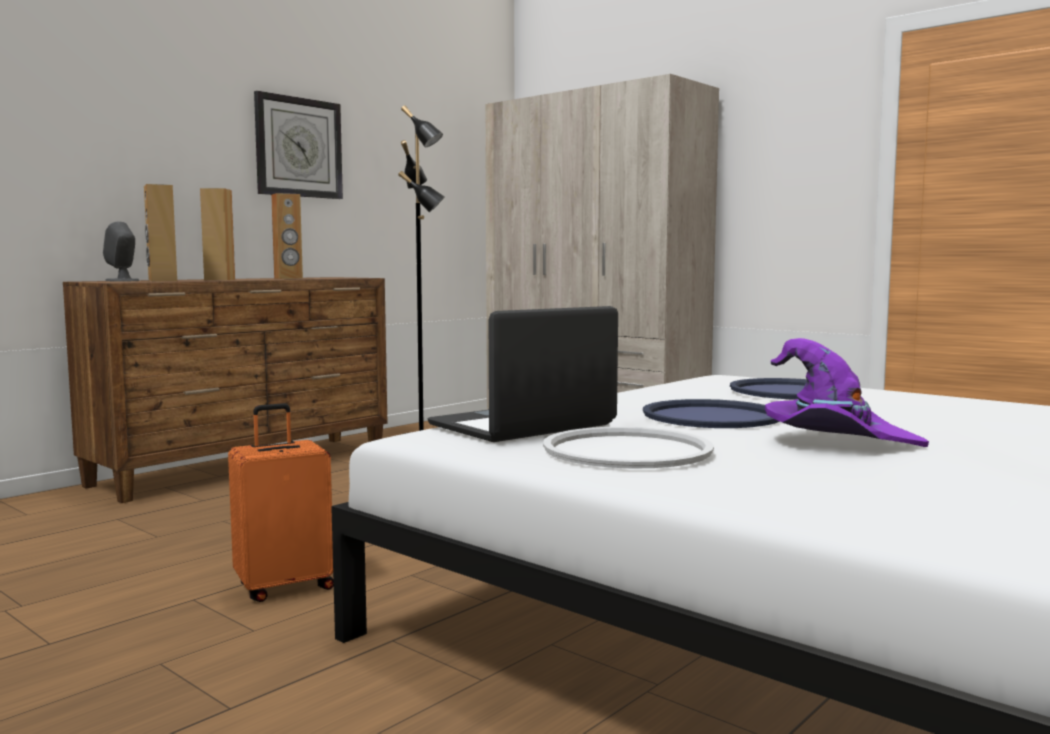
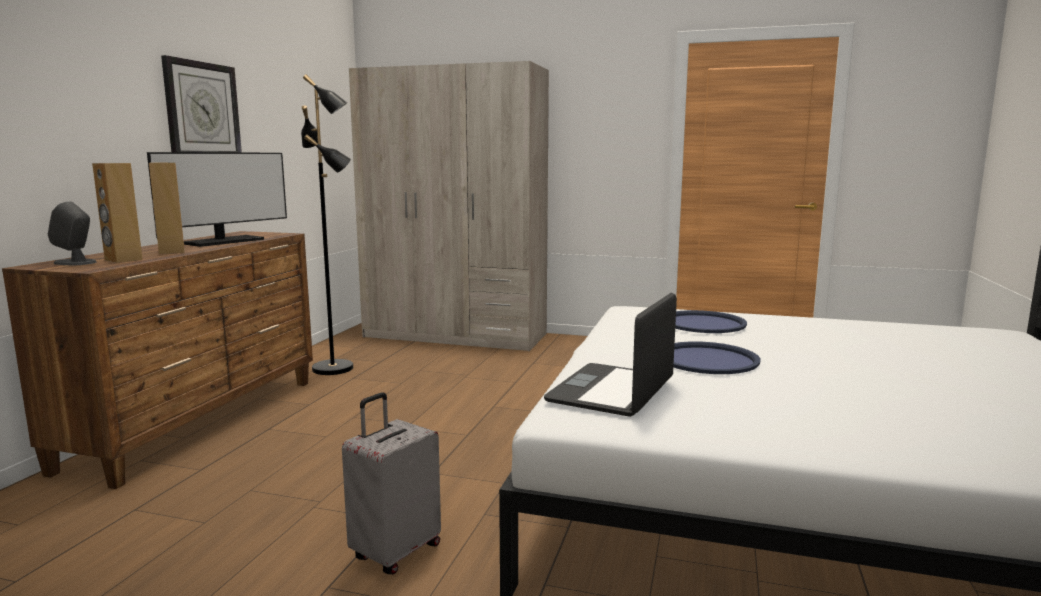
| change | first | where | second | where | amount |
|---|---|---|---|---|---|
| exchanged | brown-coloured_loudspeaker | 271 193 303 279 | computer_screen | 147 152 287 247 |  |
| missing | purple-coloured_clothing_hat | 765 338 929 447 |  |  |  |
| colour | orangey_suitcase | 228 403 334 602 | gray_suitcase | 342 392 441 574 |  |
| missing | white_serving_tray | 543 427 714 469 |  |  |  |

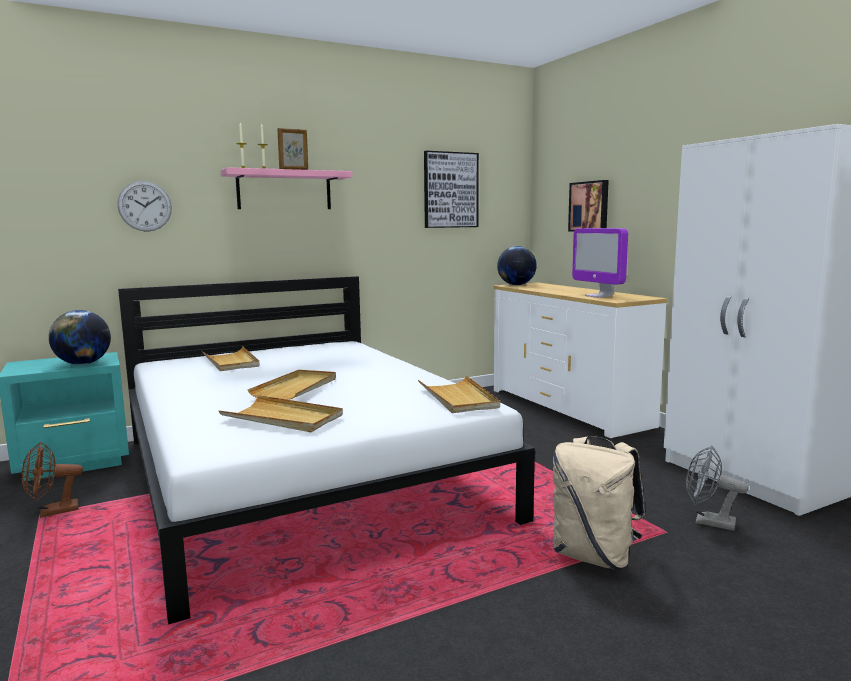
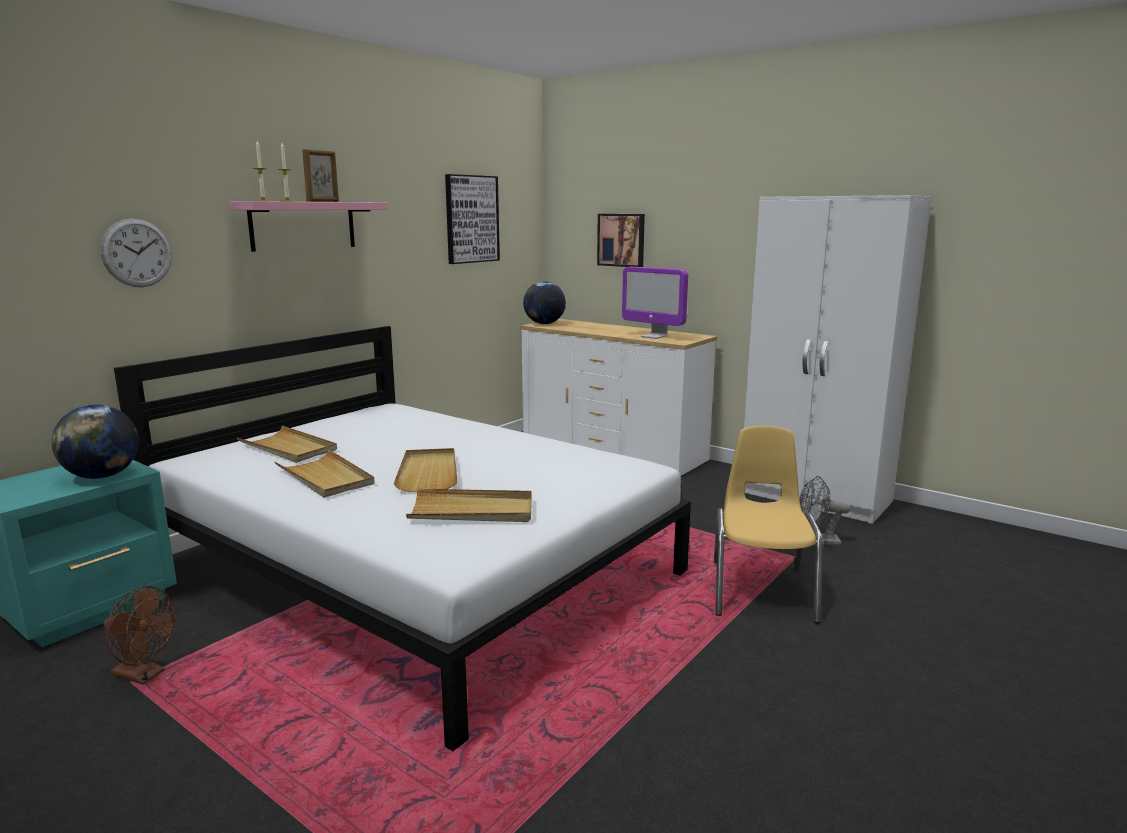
| change | first | where | second | where | amount |
|---|---|---|---|---|---|
| relocated | beige_serving_tray | 418 376 500 413 |  | 275 449 375 498 |  |
| exchanged | beige_rucksack | 553 436 645 570 | yellow_upright_chair | 714 426 823 623 |  |
| spun | brown-coloured_electric_fan | 22 442 83 518 |  | 104 586 176 685 | 105 degrees counterclockwise |

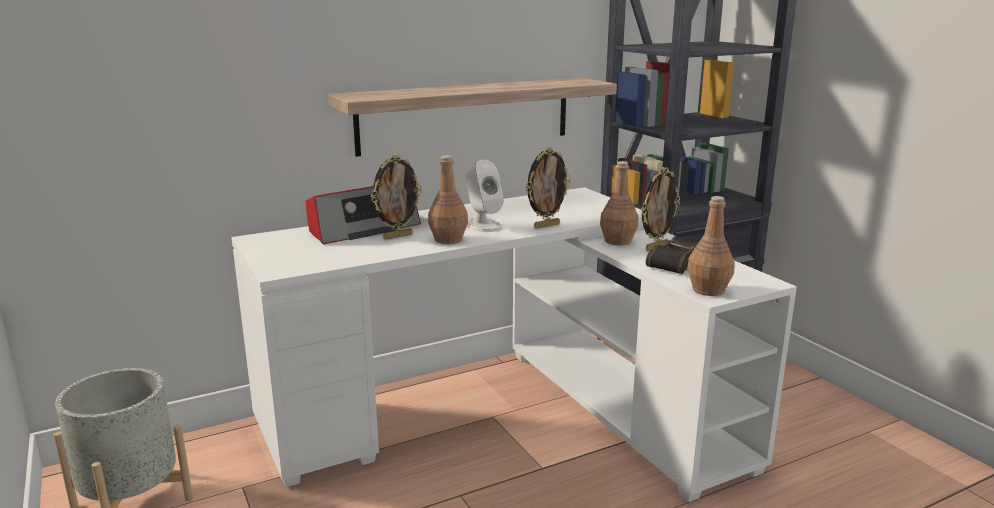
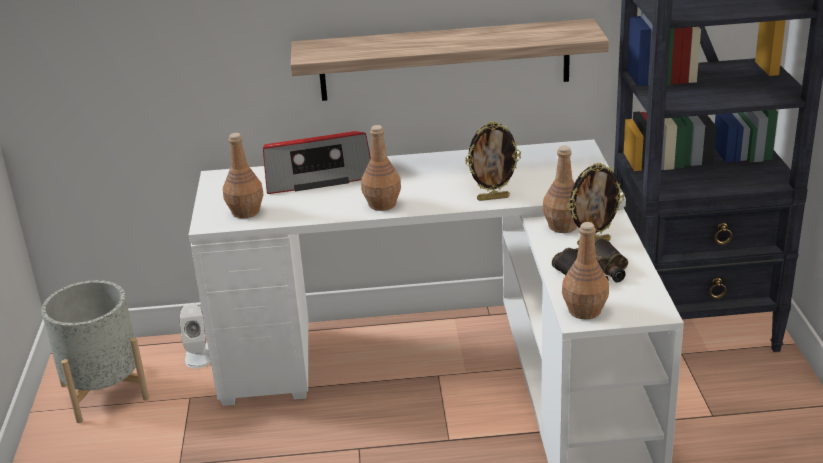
| change | first | where | second | where | amount |
|---|---|---|---|---|---|
| missing | photo_frame | 371 155 422 240 |  |  |  |
| relocated | white_loudspeaker | 466 160 504 232 |  | 179 303 211 368 |  |
| appeared |  |  | brown-coloured_beverage_bottle | 223 133 263 218 |  |

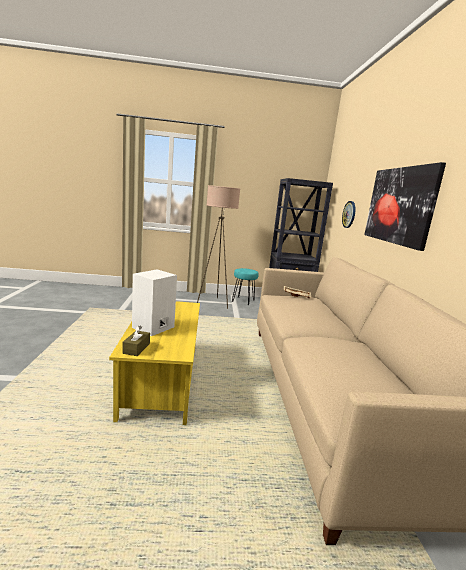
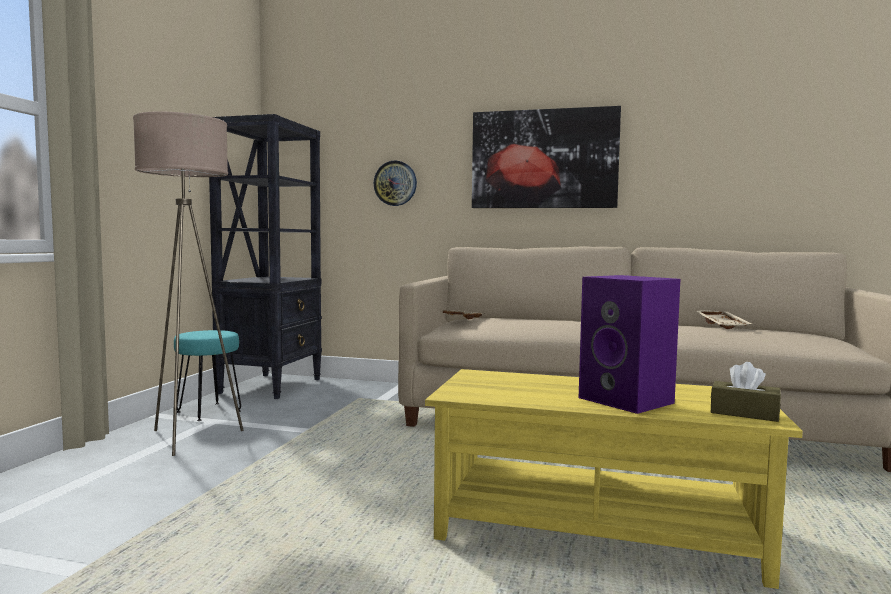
| change | first | where | second | where | amount |
|---|---|---|---|---|---|
| colour | white_loudspeaker | 132 270 177 336 | purple-coloured_loudspeaker | 579 275 680 414 |  |
| appeared |  |  | beige_serving_tray | 696 310 752 329 |  |

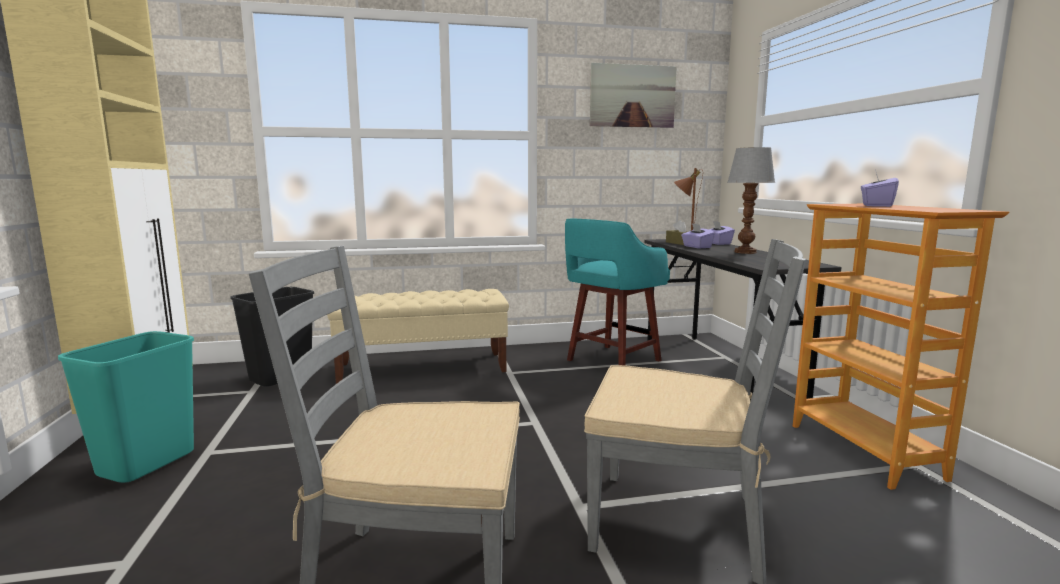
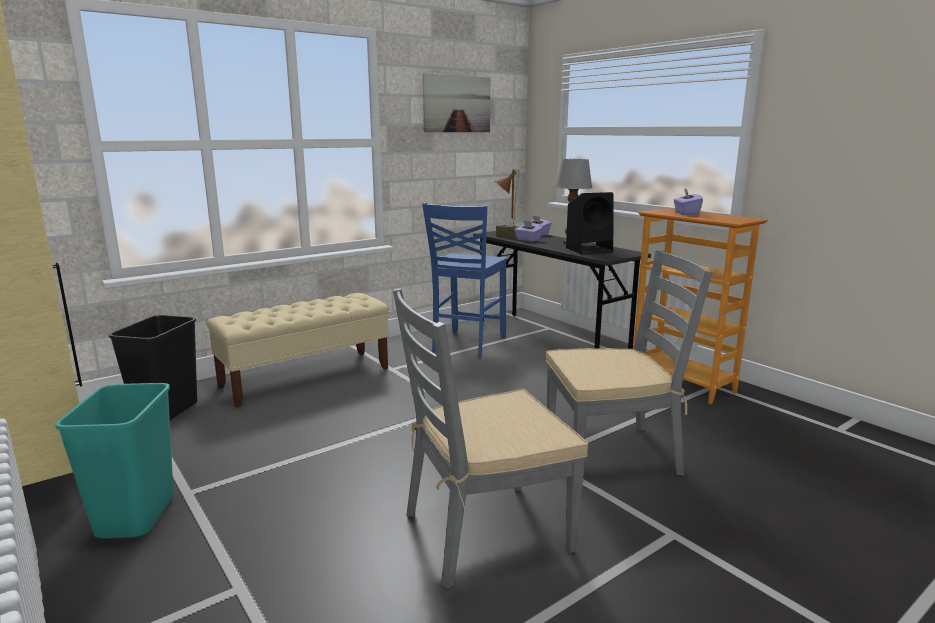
| change | first | where | second | where | amount |
|---|---|---|---|---|---|
| exchanged | turquoise_stool | 565 219 670 365 | bluish_upright_chair | 422 203 507 358 |  |
| appeared |  |  | black_loudspeaker | 566 192 614 254 |  |

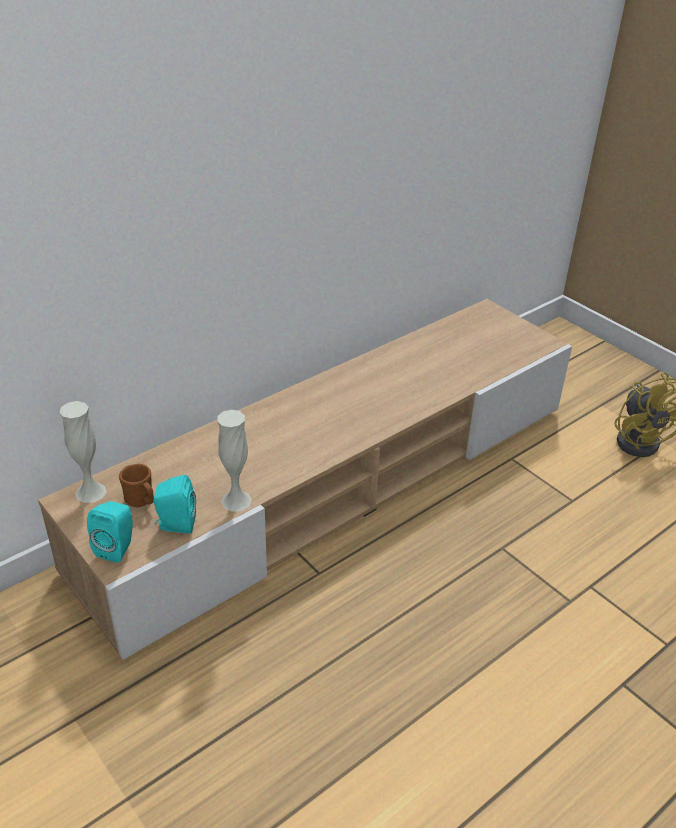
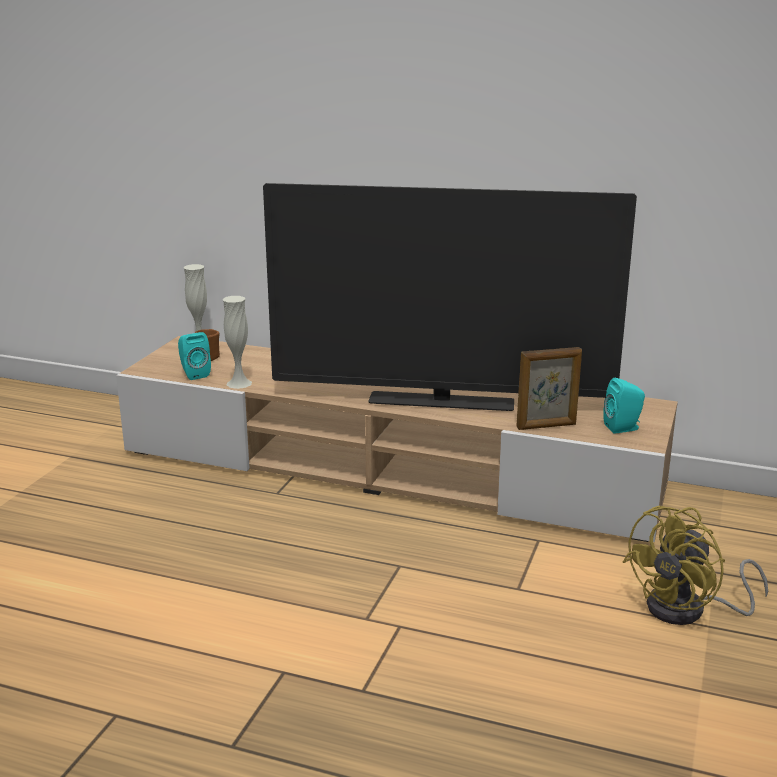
| change | first | where | second | where | amount |
|---|---|---|---|---|---|
| relocated | turquoise_loudspeaker | 87 501 133 563 |  | 603 378 645 434 |  |
| appeared |  |  | TV_set | 263 183 637 411 |  |
| appeared |  |  | photo_frame | 516 347 582 430 |  |

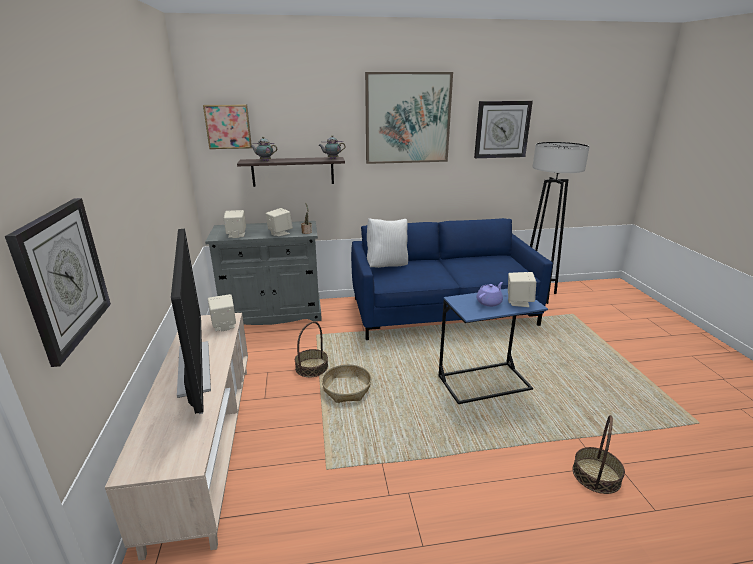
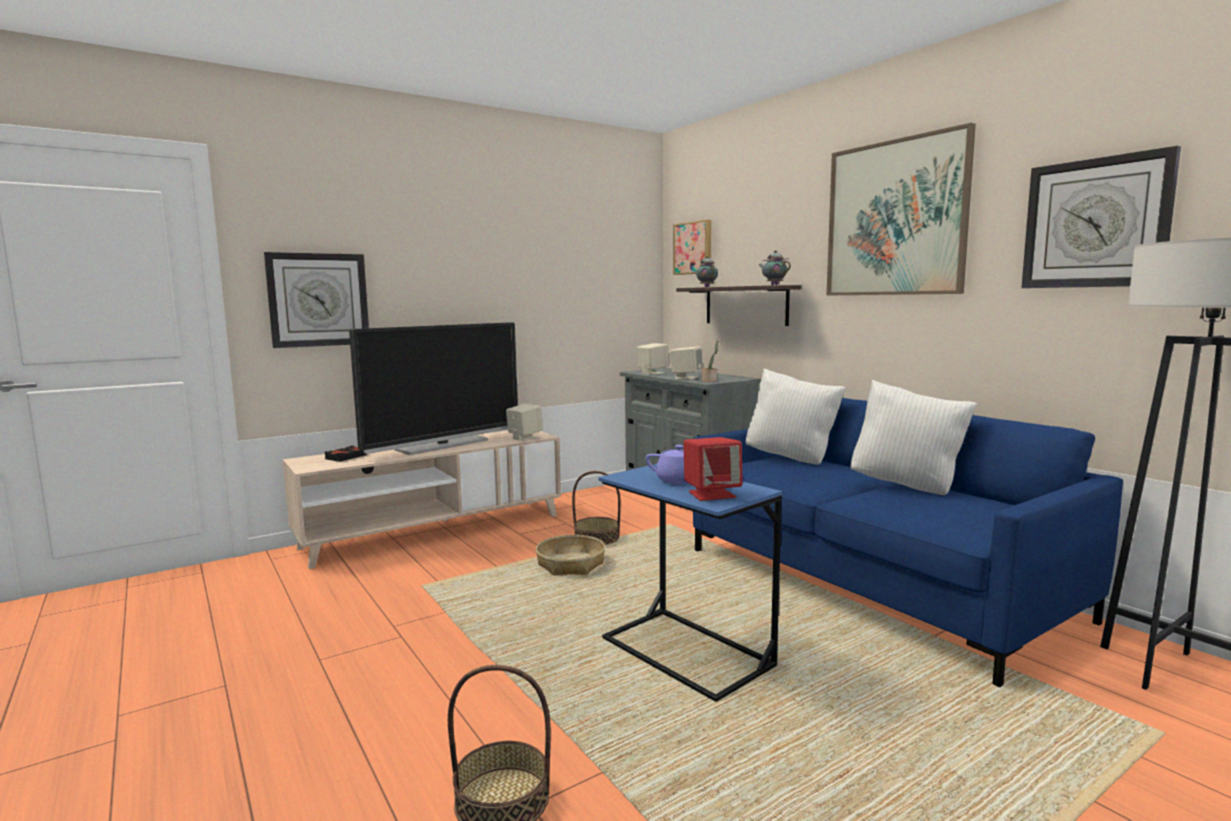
| change | first | where | second | where | amount |
|---|---|---|---|---|---|
| colour | beige_loudspeaker | 508 272 536 307 | reddish_loudspeaker | 683 437 743 501 |  |
| appeared |  |  | white_throw_pillow | 850 380 977 495 |  |
| appeared |  |  | black_book | 324 446 367 462 |  |

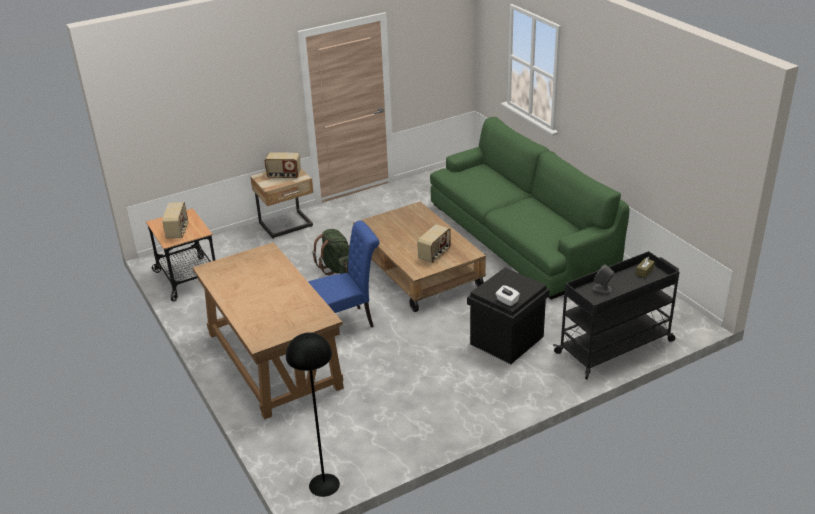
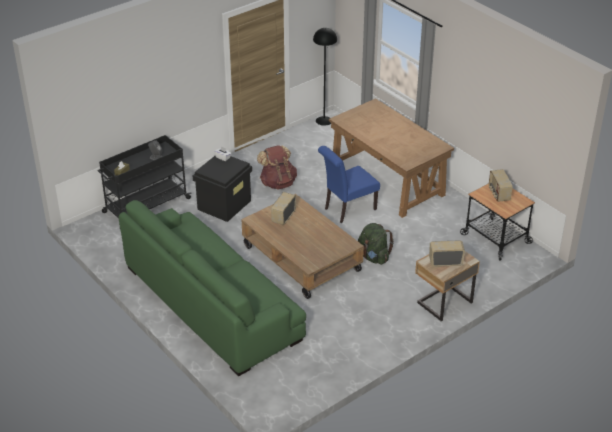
| change | first | where | second | where | amount |
|---|---|---|---|---|---|
| appeared |  |  | brown-coloured_rucksack | 257 145 297 189 |  |

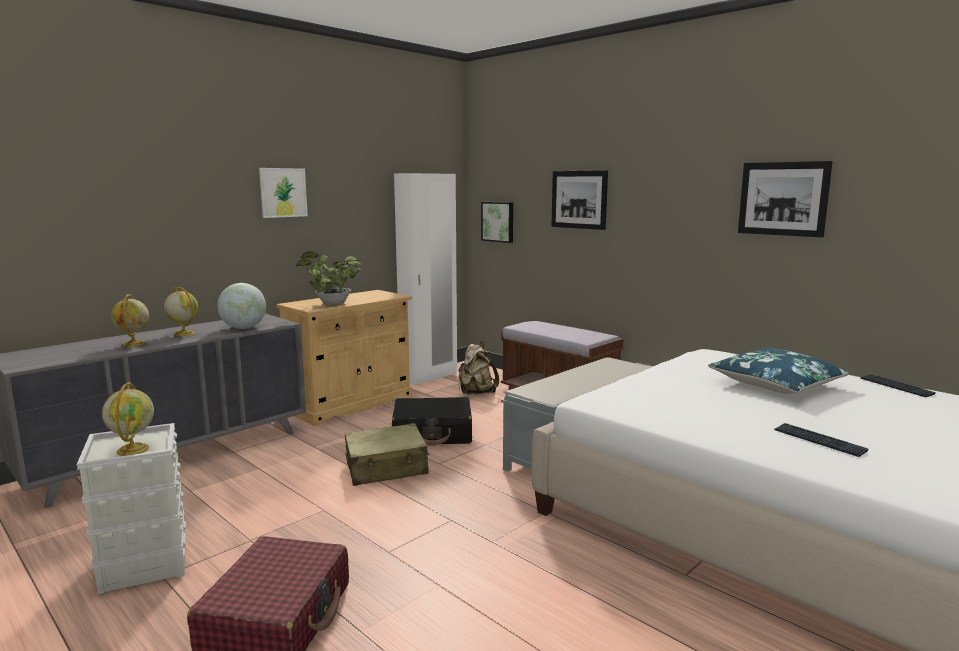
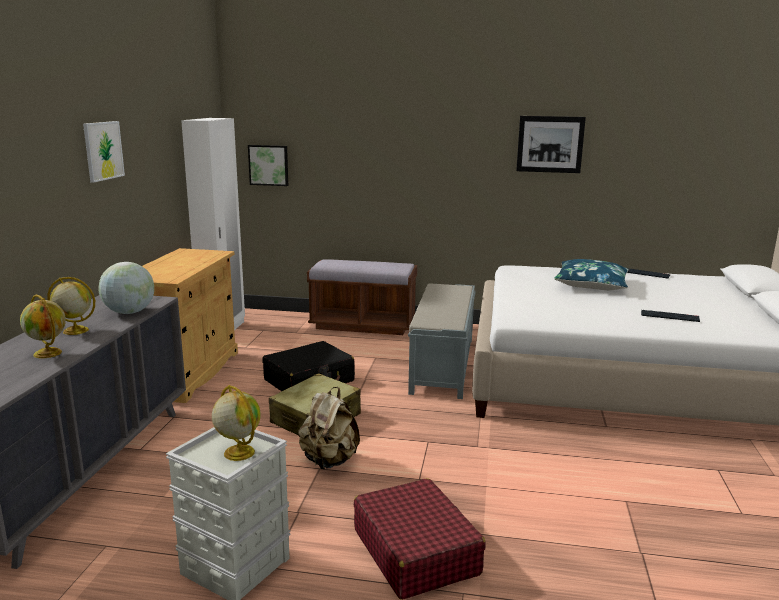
| change | first | where | second | where | amount |
|---|---|---|---|---|---|
| missing | wall_art | 551 170 608 230 |  |  |  |
| missing | plant_in_a_pot | 294 251 361 305 |  |  |  |
| relocated | beige_rucksack | 458 341 499 395 |  | 298 387 360 469 |  |

